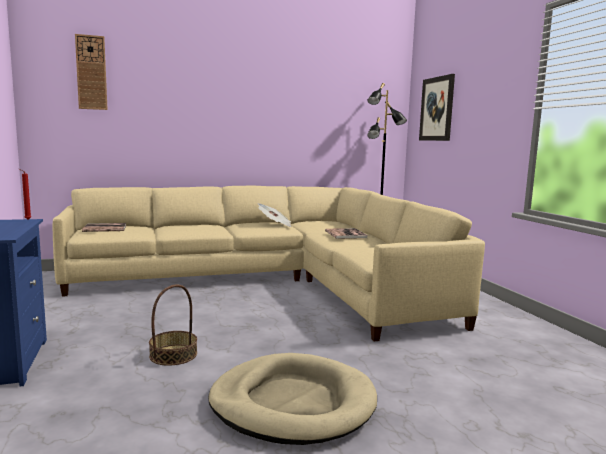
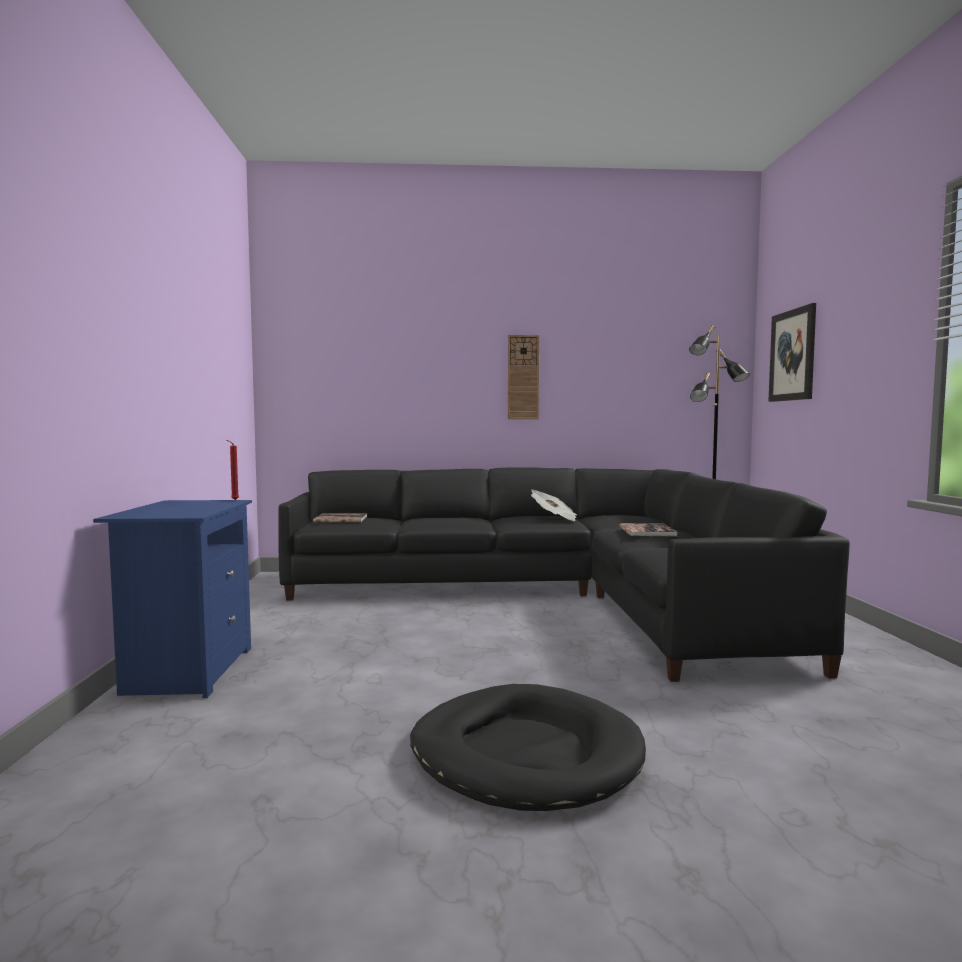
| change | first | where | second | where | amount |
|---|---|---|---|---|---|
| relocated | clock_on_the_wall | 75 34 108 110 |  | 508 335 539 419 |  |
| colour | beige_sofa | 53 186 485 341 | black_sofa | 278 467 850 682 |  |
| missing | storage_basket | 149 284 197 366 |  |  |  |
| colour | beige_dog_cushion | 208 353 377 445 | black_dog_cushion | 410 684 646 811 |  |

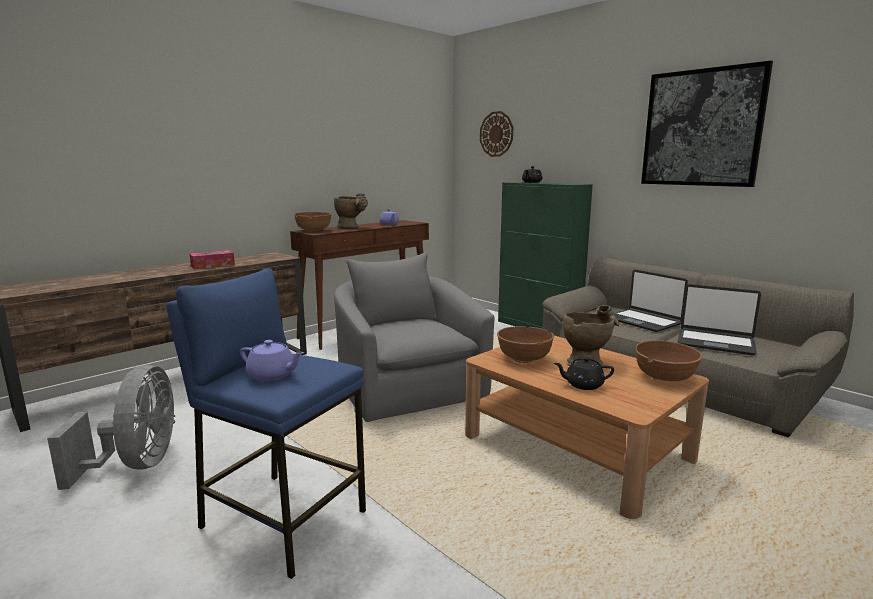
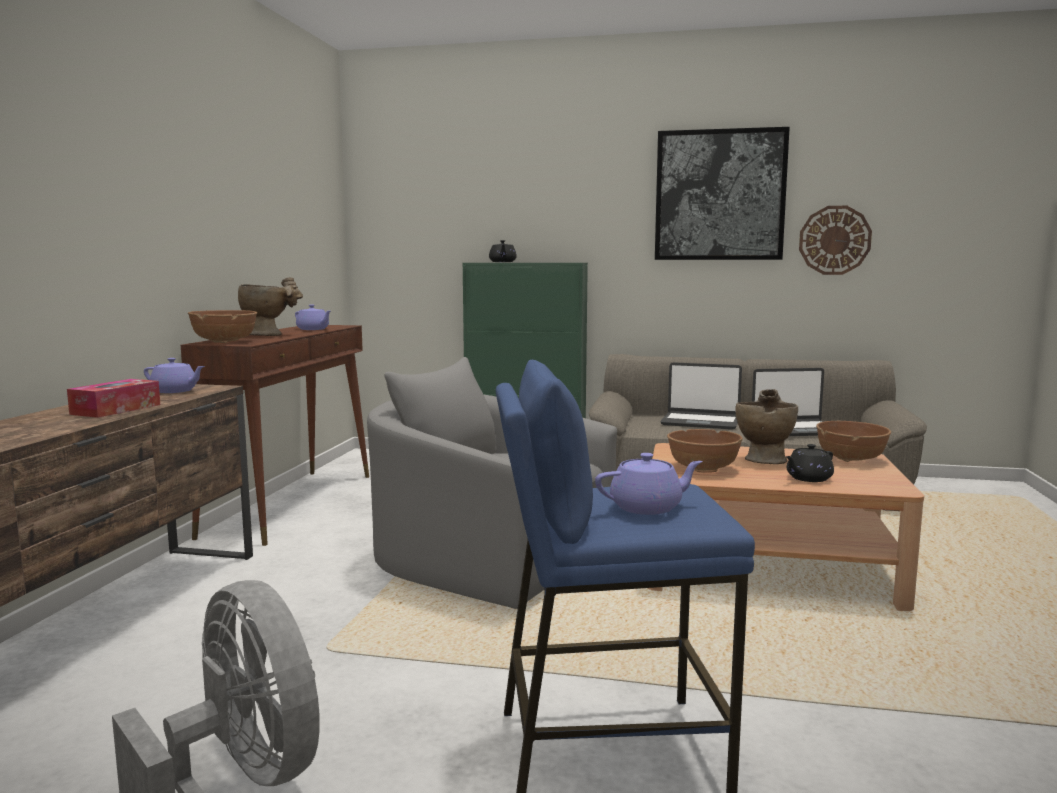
| change | first | where | second | where | amount |
|---|---|---|---|---|---|
| relocated | clock_on_the_wall | 480 111 513 157 |  | 799 206 872 275 |  |
| appeared |  |  | purple-coloured_teapot | 144 358 205 393 |  |

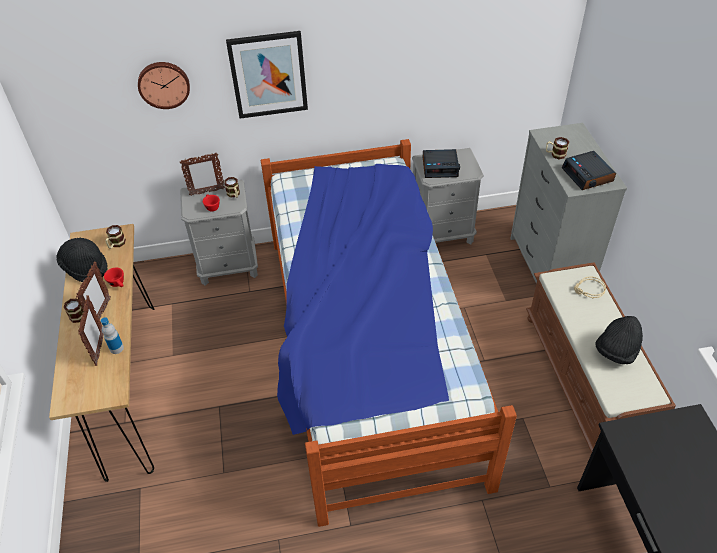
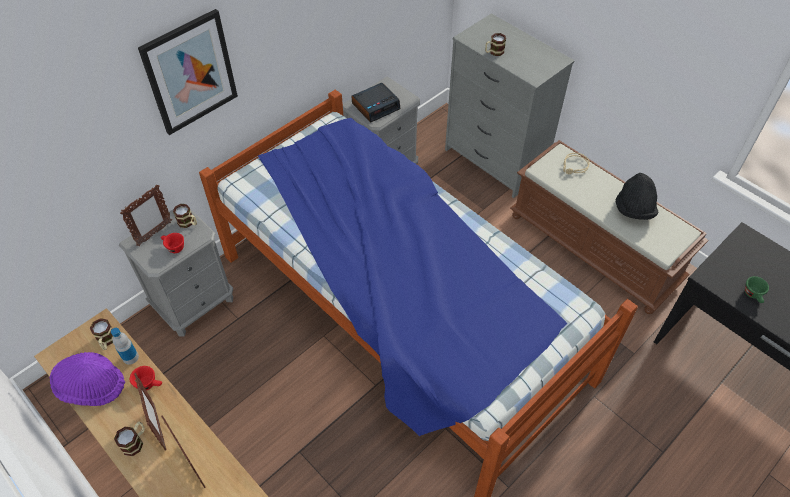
| change | first | where | second | where | amount |
|---|---|---|---|---|---|
| missing | clock_on_the_wall | 138 62 190 109 |  |  |  |
| missing | alarm_clock | 562 151 616 190 |  |  |  |
| colour | black_clothing_hat | 56 238 108 282 | purple-coloured_clothing_hat | 50 352 125 406 |  |
| relocated | beverage_bottle | 101 317 124 354 |  | 111 328 139 365 |  |
| appeared |  |  | greenish_drinking_cup | 745 276 769 303 |  |

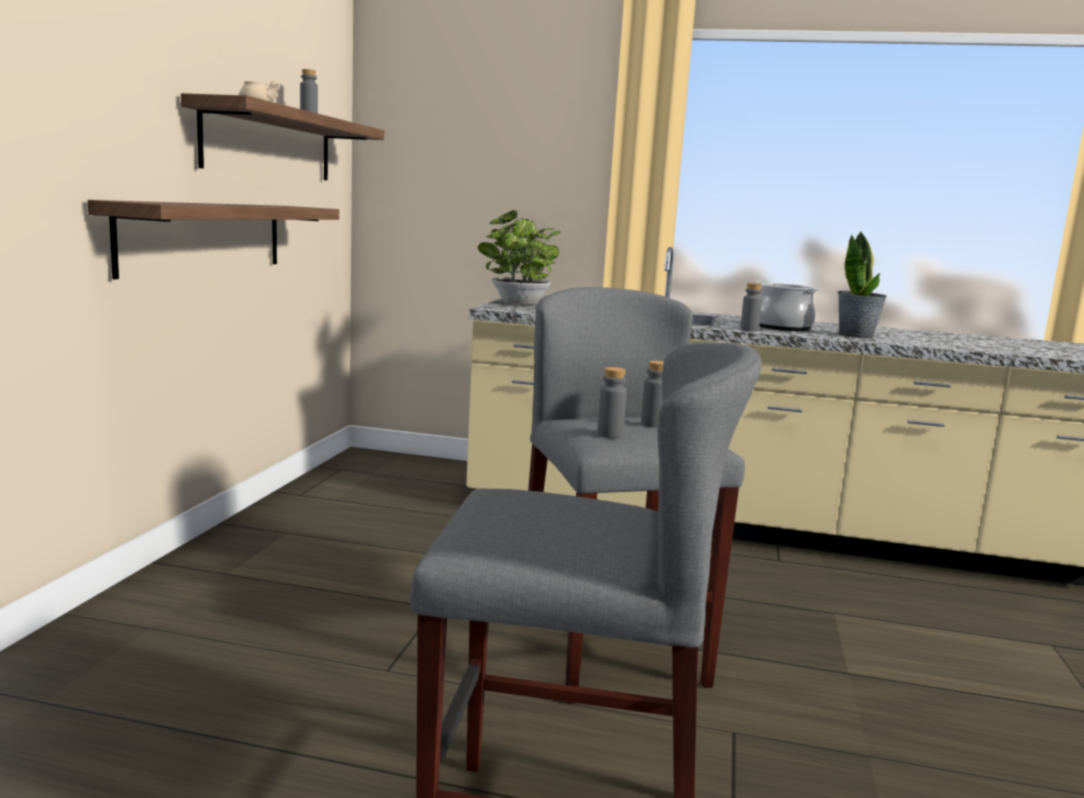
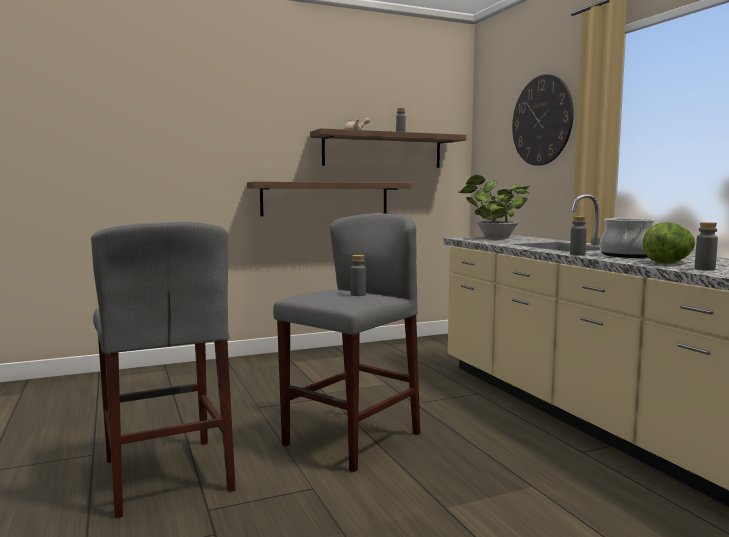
| change | first | where | second | where | amount |
|---|---|---|---|---|---|
| exchanged | plant_in_a_pot | 837 231 887 338 | lettuce | 643 222 695 264 |  |
| relocated | gray_beverage_bottle | 597 367 627 438 |  | 695 222 718 271 |  |
| appeared |  |  | clock_on_the_wall | 512 74 574 166 |  |

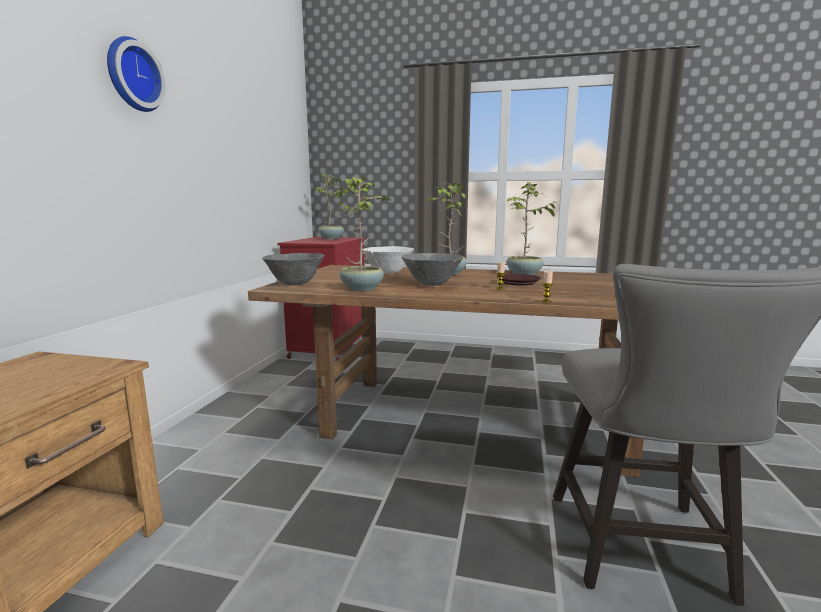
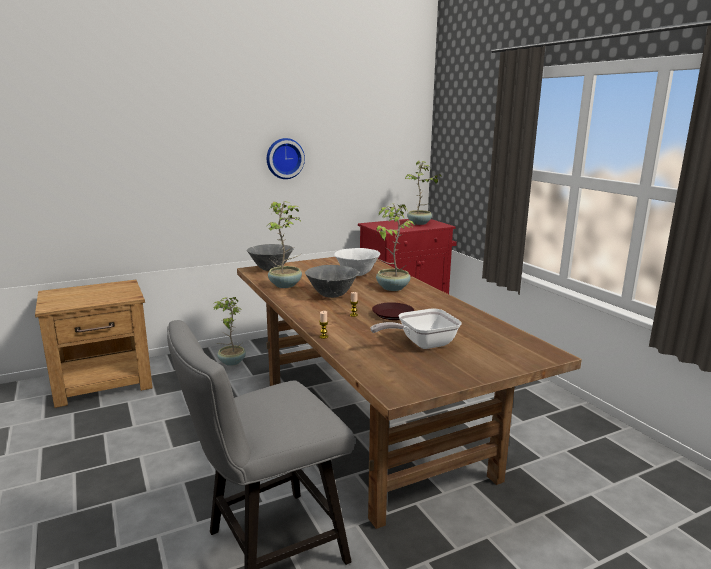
| change | first | where | second | where | amount |
|---|---|---|---|---|---|
| relocated | clock_on_the_wall | 107 36 166 112 |  | 267 138 305 179 |  |
| relocated | plant_in_a_pot | 506 182 556 275 |  | 213 297 246 366 |  |
| appeared |  |  | frying_pan | 370 308 462 349 |  |

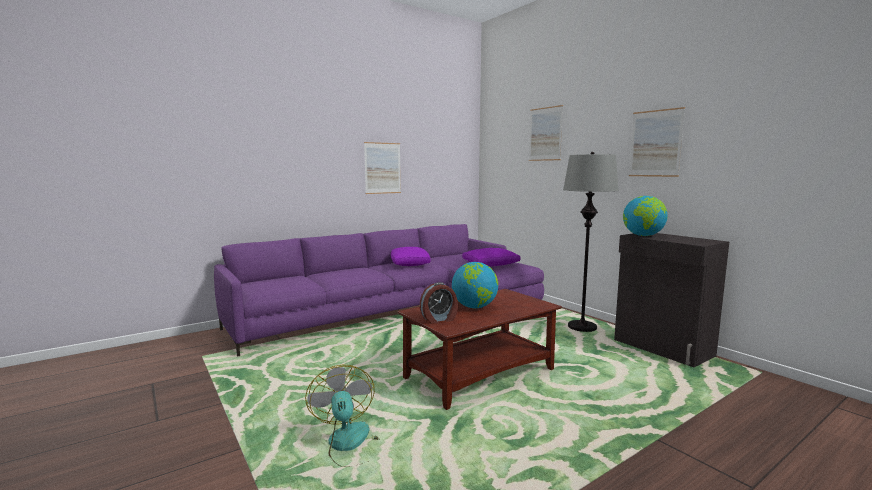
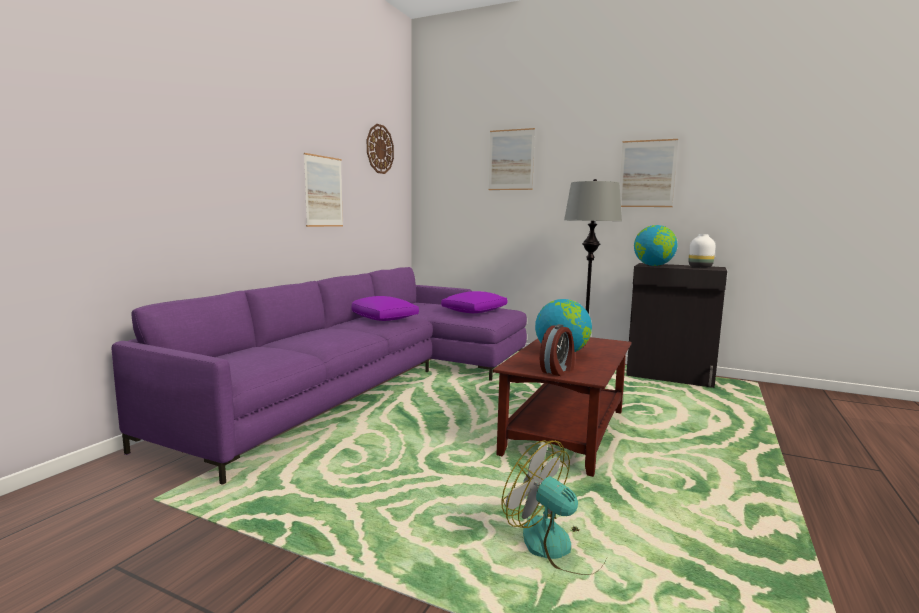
| change | first | where | second | where | amount |
|---|---|---|---|---|---|
| appeared |  |  | clock_on_the_wall | 367 124 394 174 |  |
| appeared |  |  | white_flower_vase | 689 234 715 268 |  |

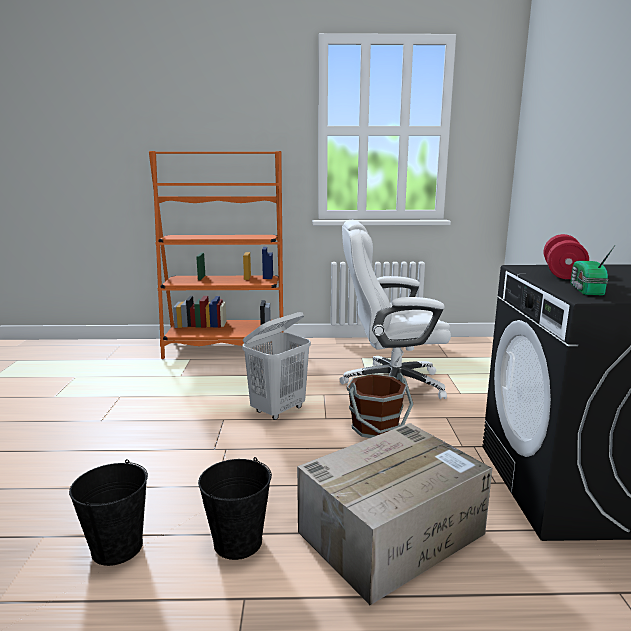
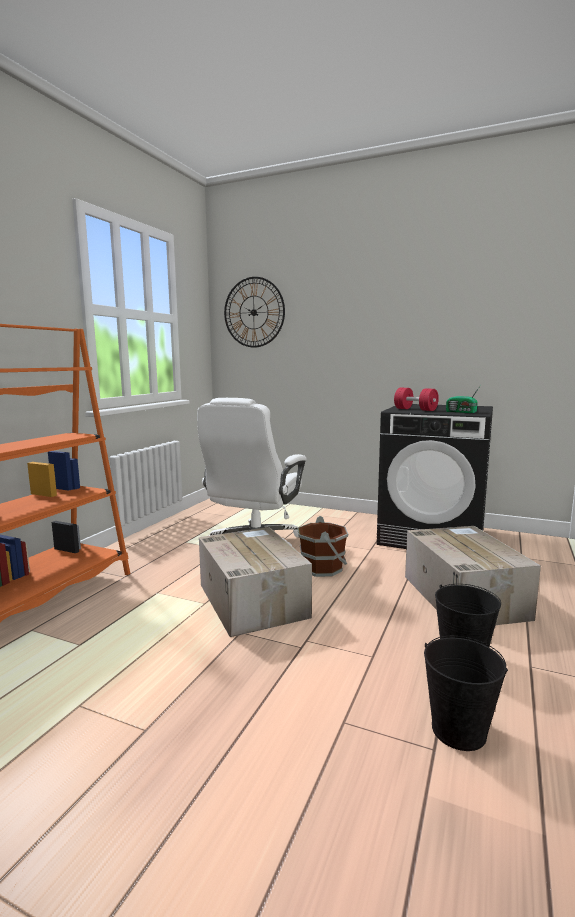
| change | first | where | second | where | amount |
|---|---|---|---|---|---|
| exchanged | white_laundry_basket | 242 312 311 420 | packing_box | 199 527 312 637 |  |
| appeared |  |  | clock_on_the_wall | 224 277 285 348 |  |

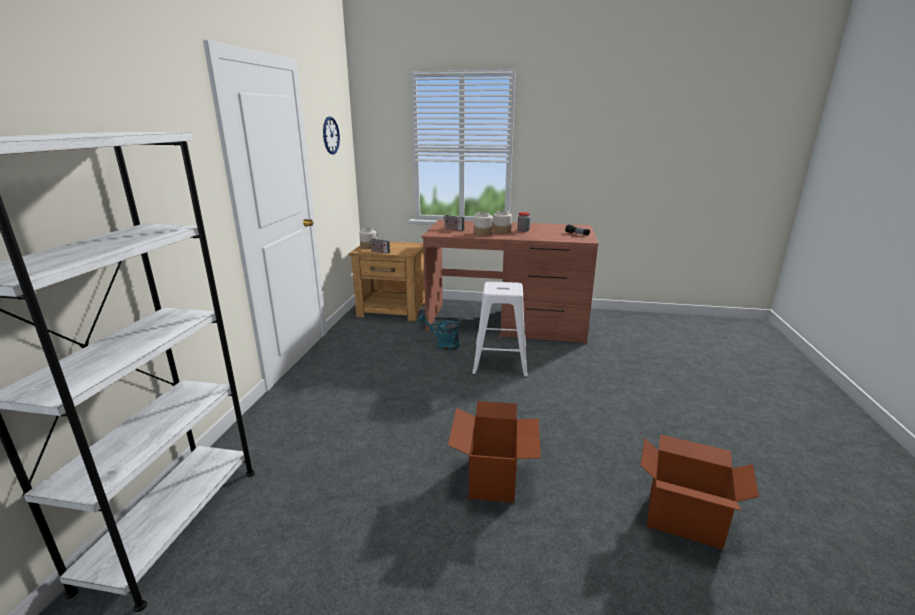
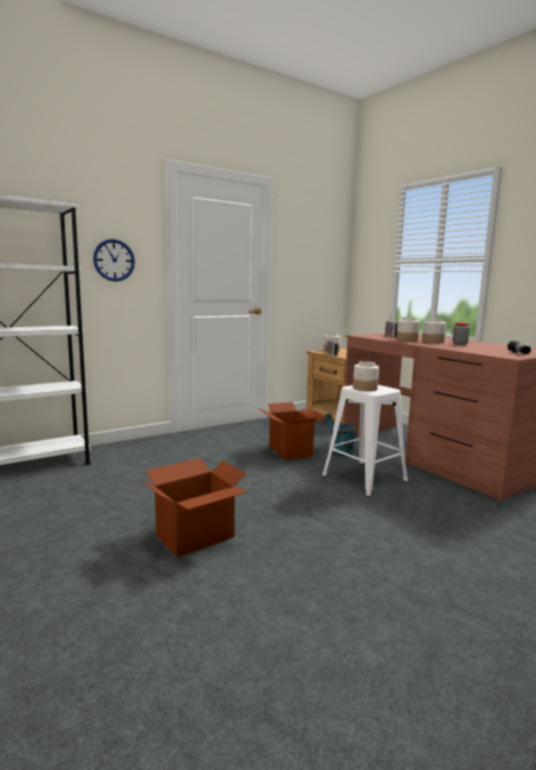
| change | first | where | second | where | amount |
|---|---|---|---|---|---|
| relocated | clock_on_the_wall | 323 116 340 154 |  | 93 239 135 282 |  |
| relocated | packing_box | 641 434 759 549 |  | 258 402 328 460 |  |
| appeared |  |  | preserve_jar | 353 361 379 391 |  |

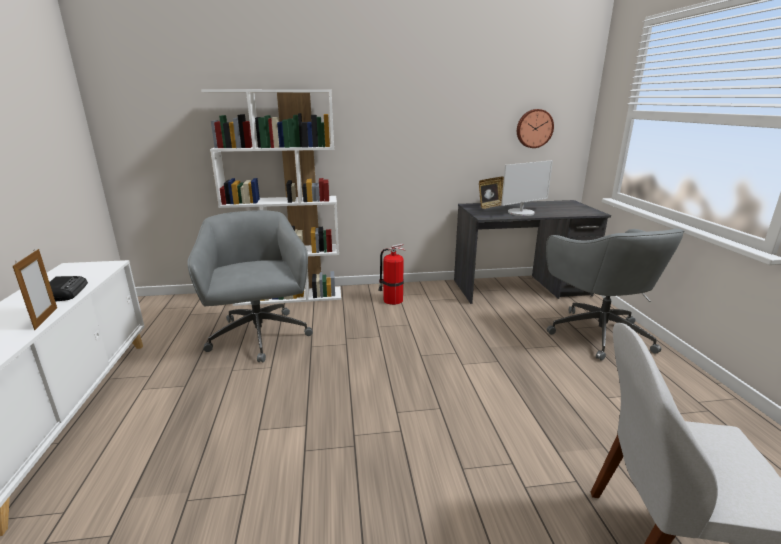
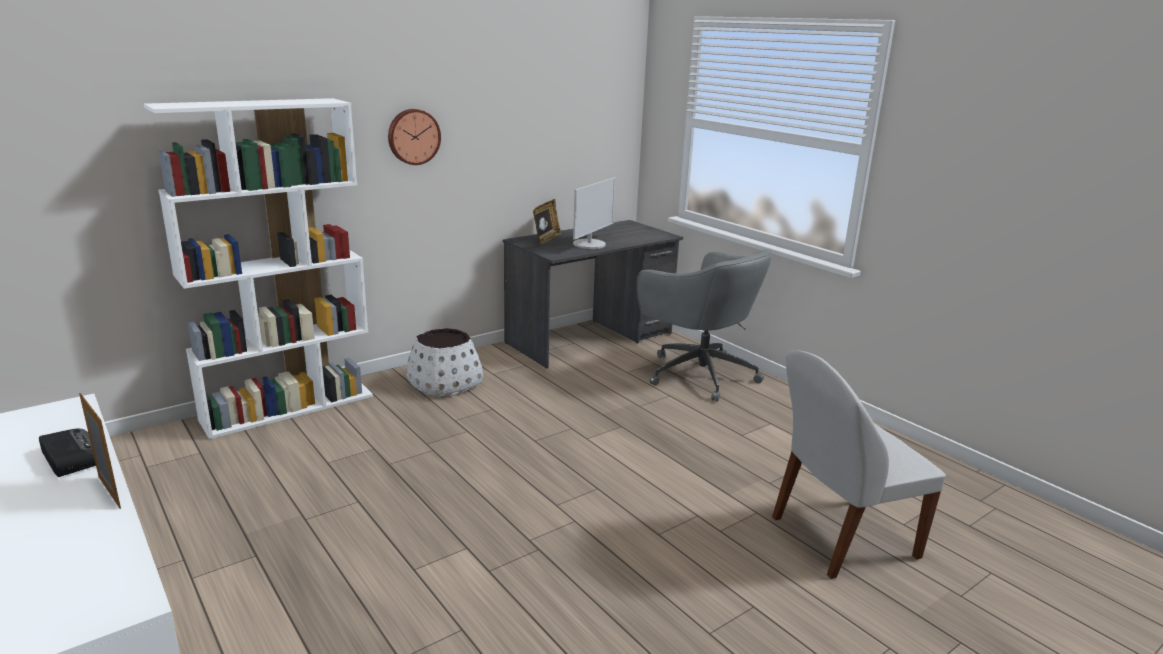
| change | first | where | second | where | amount |
|---|---|---|---|---|---|
| relocated | clock_on_the_wall | 517 109 554 148 |  | 388 109 441 165 |  |
| missing | gray_desk_chair | 187 210 313 363 |  |  |  |
| exchanged | fire-fighting_cylinder | 378 243 405 305 | white_plant_pot | 406 328 483 396 |  |

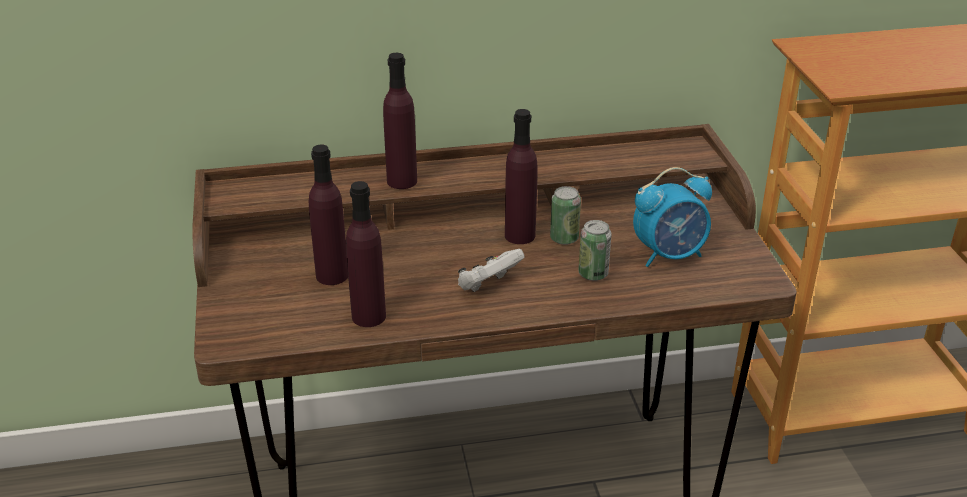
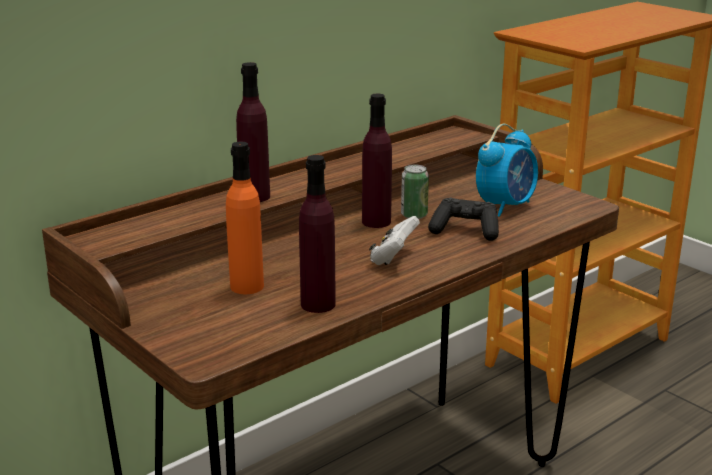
| change | first | where | second | where | amount |
|---|---|---|---|---|---|
| colour | purple-coloured_beverage_bottle | 309 145 348 285 | orangey_beverage_bottle | 226 142 264 294 |  |
| exchanged | can | 578 220 612 281 | black_gamepad | 428 197 499 241 |  |

